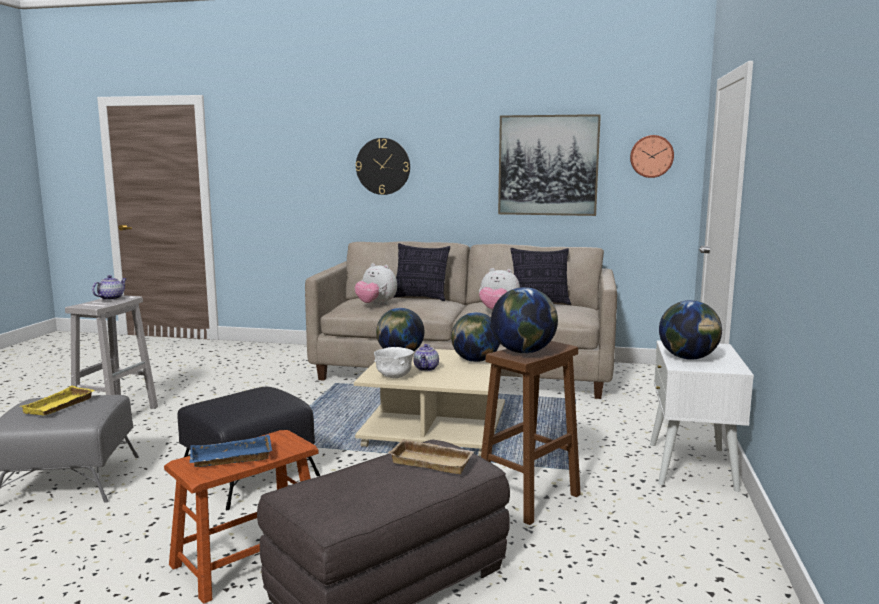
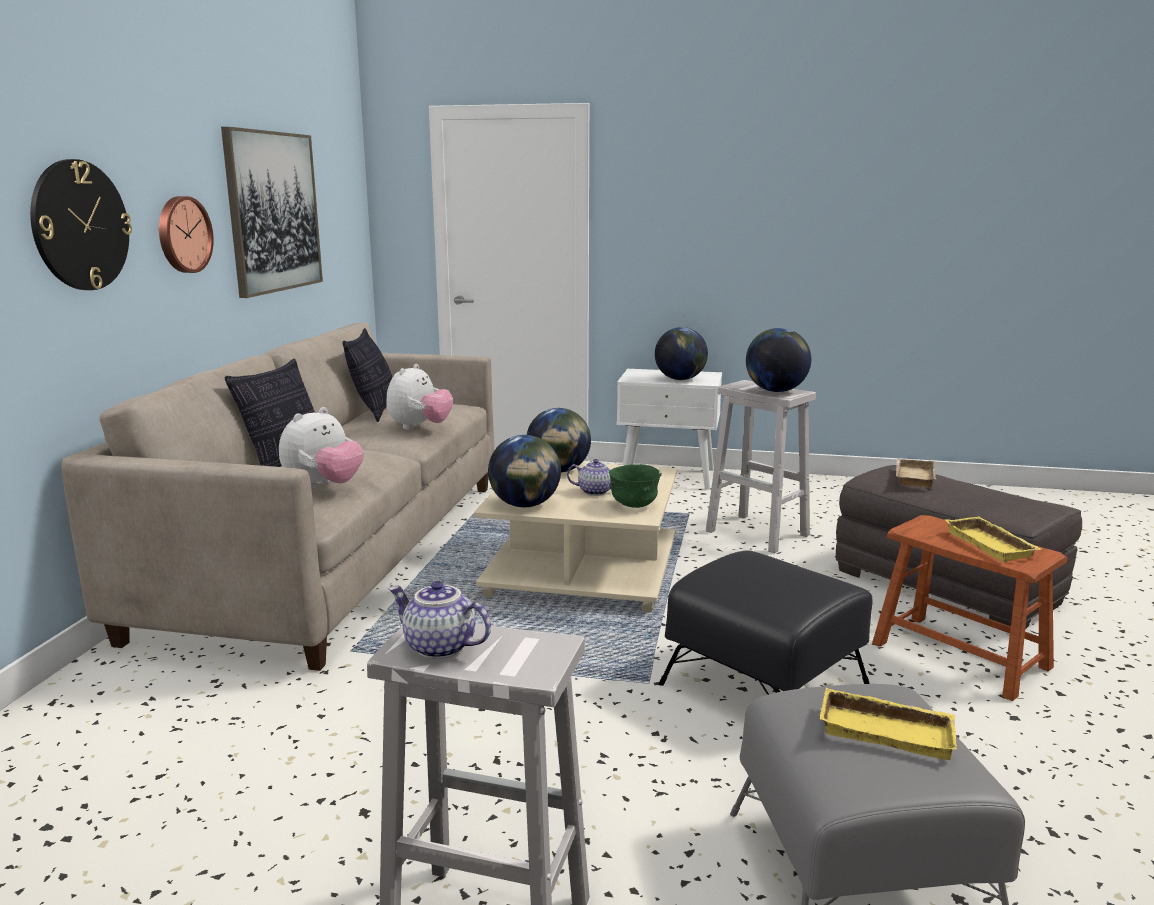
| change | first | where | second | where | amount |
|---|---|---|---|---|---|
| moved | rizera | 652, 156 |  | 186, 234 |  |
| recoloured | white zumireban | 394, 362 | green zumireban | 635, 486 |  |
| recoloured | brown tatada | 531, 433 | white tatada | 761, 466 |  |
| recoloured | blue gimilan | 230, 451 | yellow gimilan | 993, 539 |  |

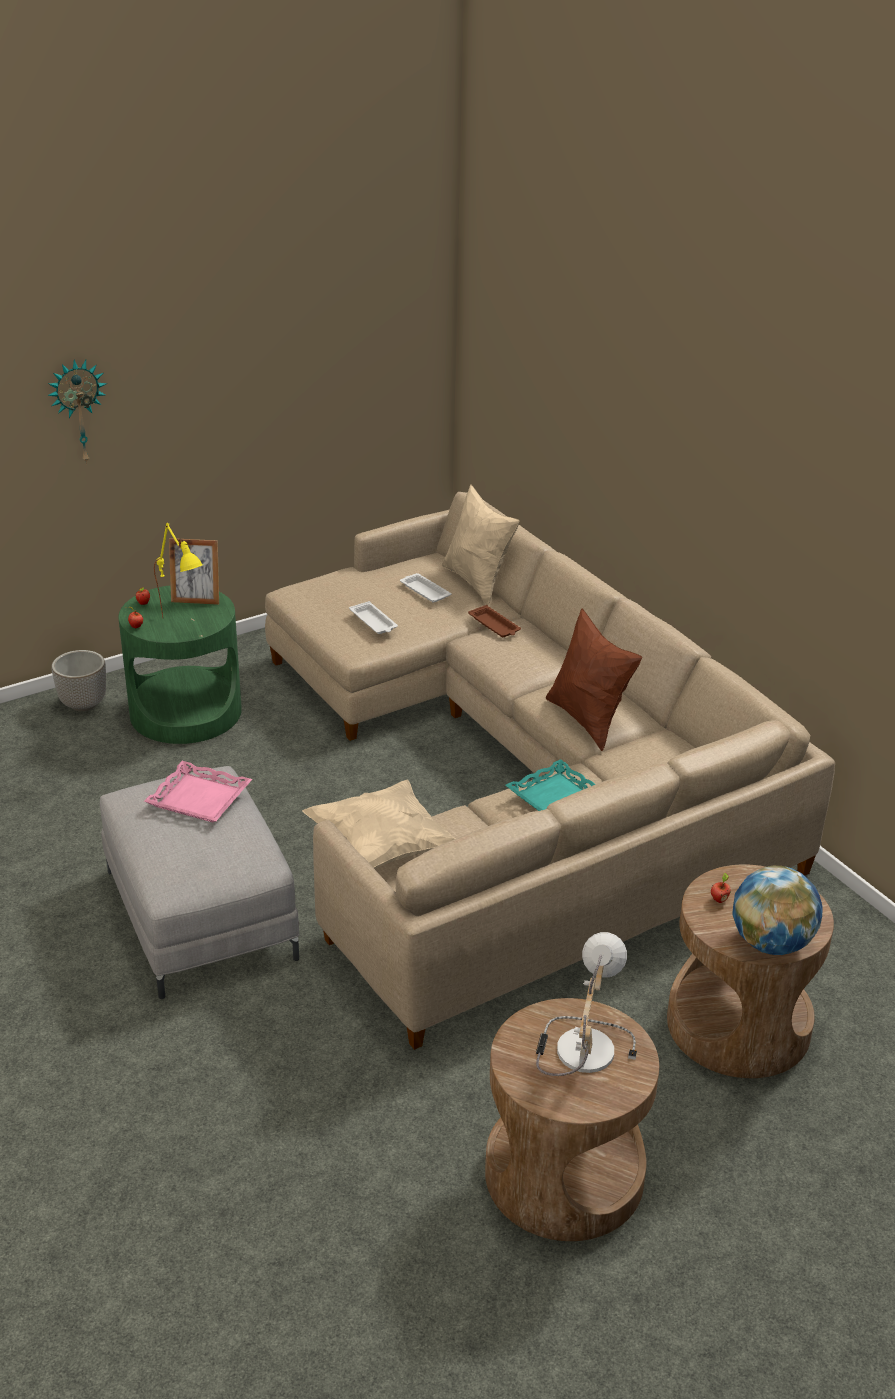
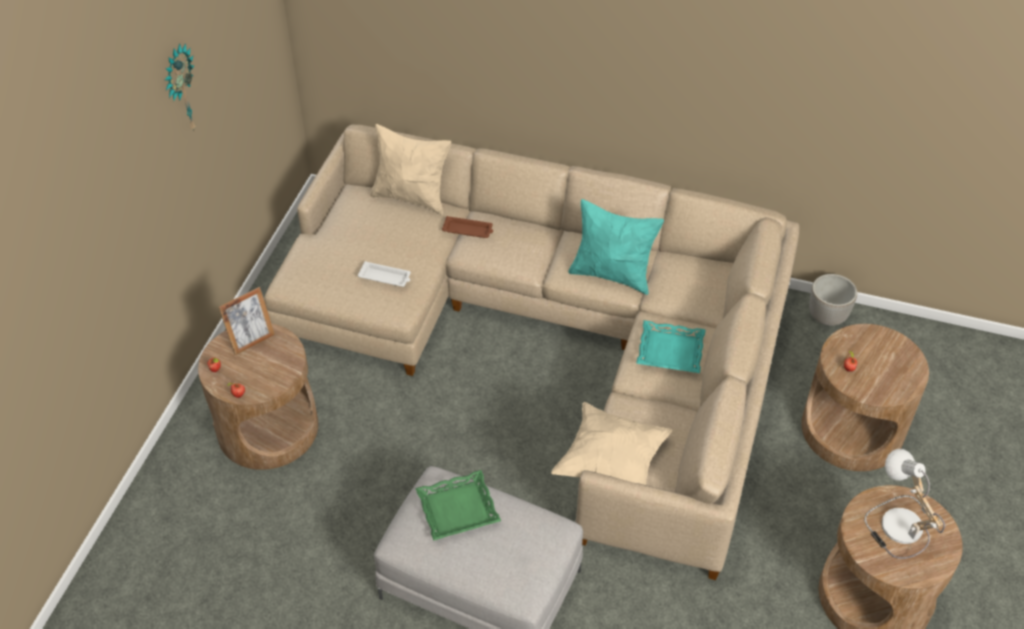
| change | first | where | second | where | amount |
|---|---|---|---|---|---|
| moved | rizera | 77, 412 |  | 180, 87 |  |
| recoloured | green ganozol | 180, 664 | brown ganozol | 258, 396 |  |
| recoloured | pink gimilan | 198, 792 | green gimilan | 458, 505 |  |
| recoloured | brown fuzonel | 594, 680 | turquoise fuzonel | 616, 247 |  |
| moved | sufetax | 79, 680 |  | 833, 300 |  |
| removed | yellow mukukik | 178, 570 |  |  |  |
| removed | white gimilan | 425, 587 |  |  |  |
| removed | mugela | 777, 910 |  |  |  |

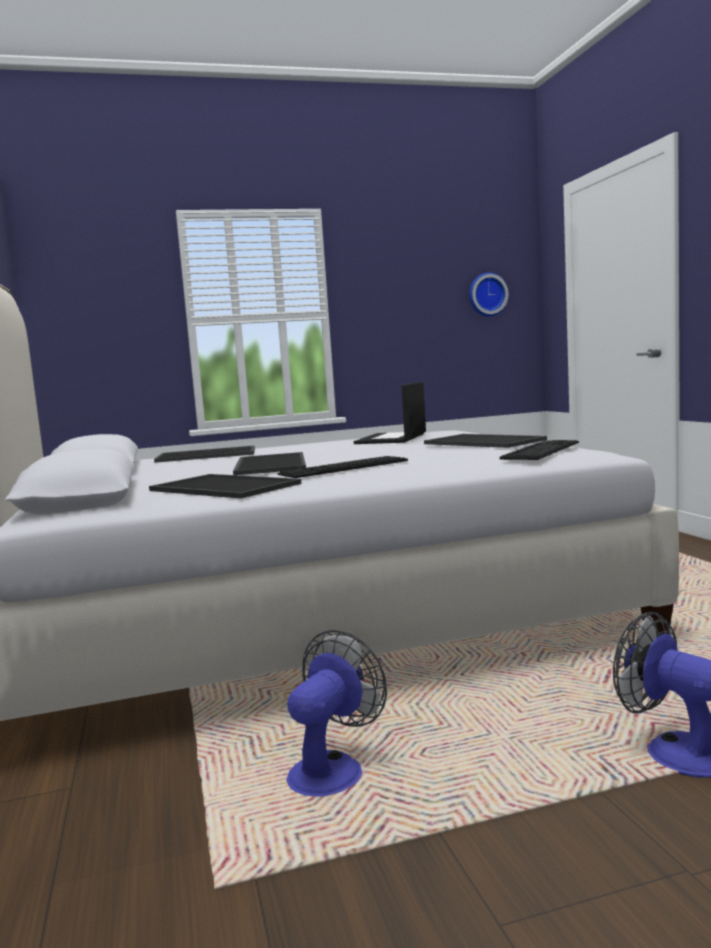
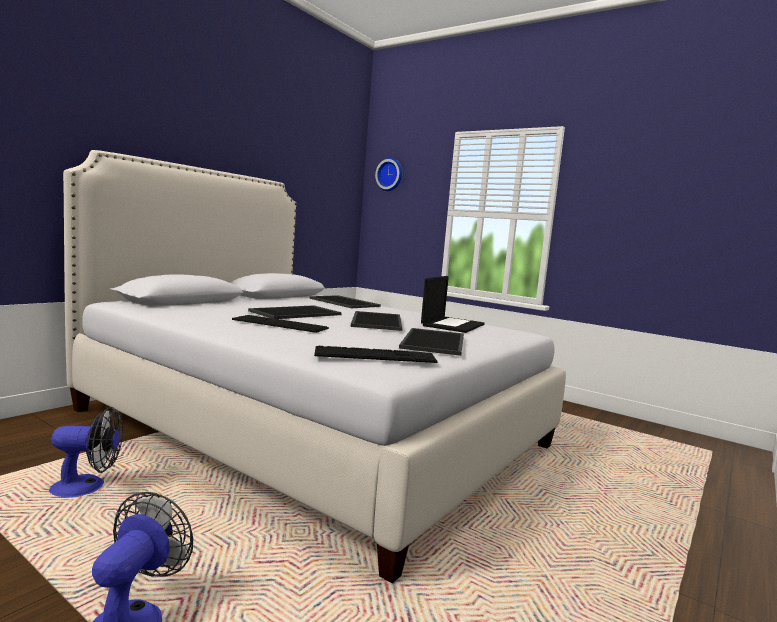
| change | first | where | second | where | amount |
|---|---|---|---|---|---|
| moved | gimilan | 225, 486 |  | 376, 321 |  |
| moved | rizera | 489, 294 |  | 388, 174 |  |
| turned | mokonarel | 390, 413 |  | 453, 304 | 135 degrees clockwise |

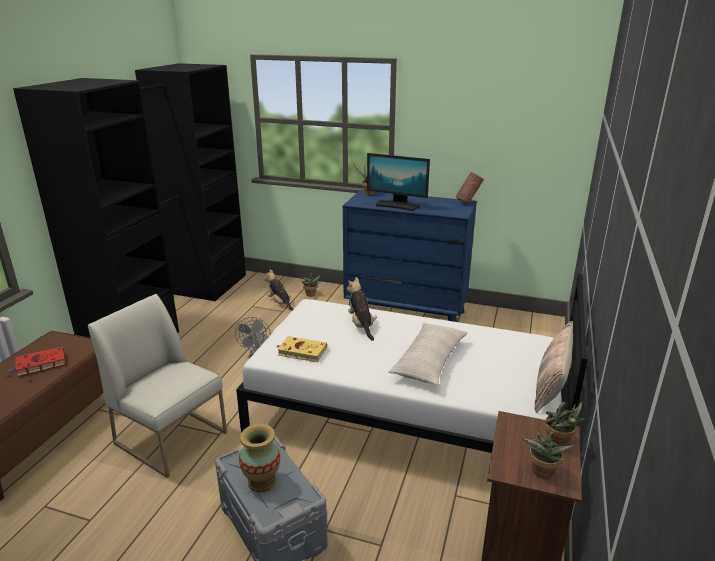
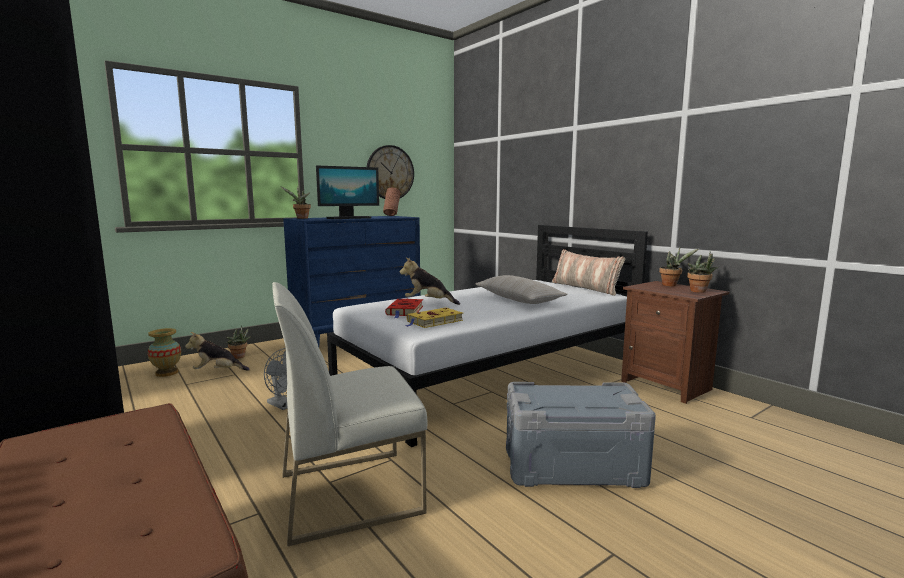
| change | first | where | second | where | amount |
|---|---|---|---|---|---|
| moved | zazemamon | 259, 458 |  | 164, 352 |  |
| added |  |  | rizera | 390, 172 |  |
| moved | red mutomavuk | 36, 362 |  | 404, 308 |  |

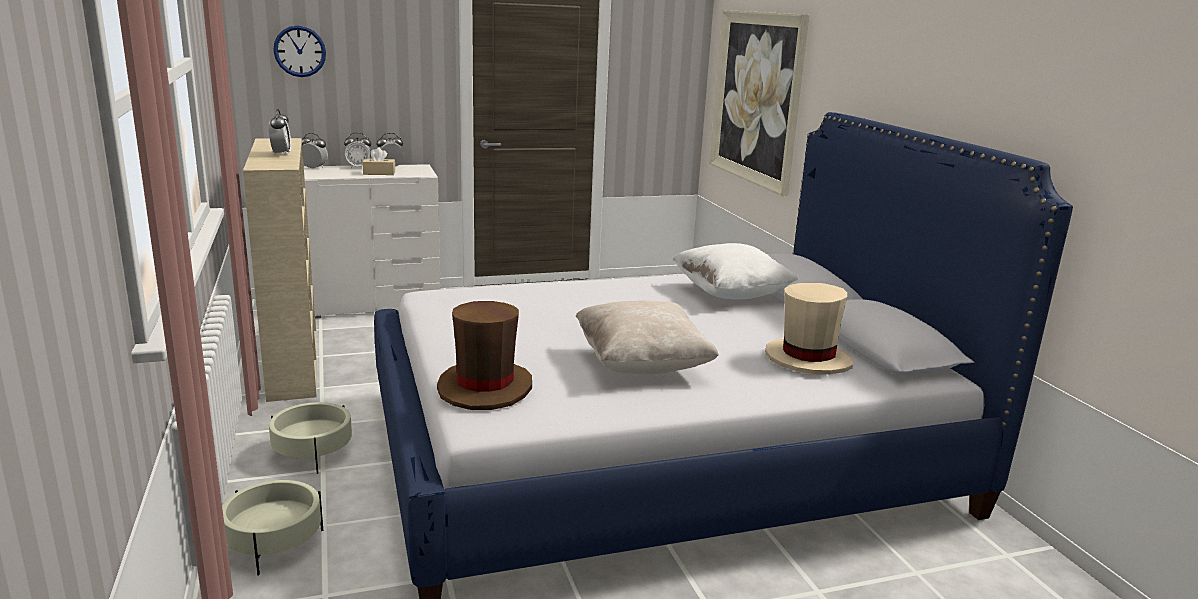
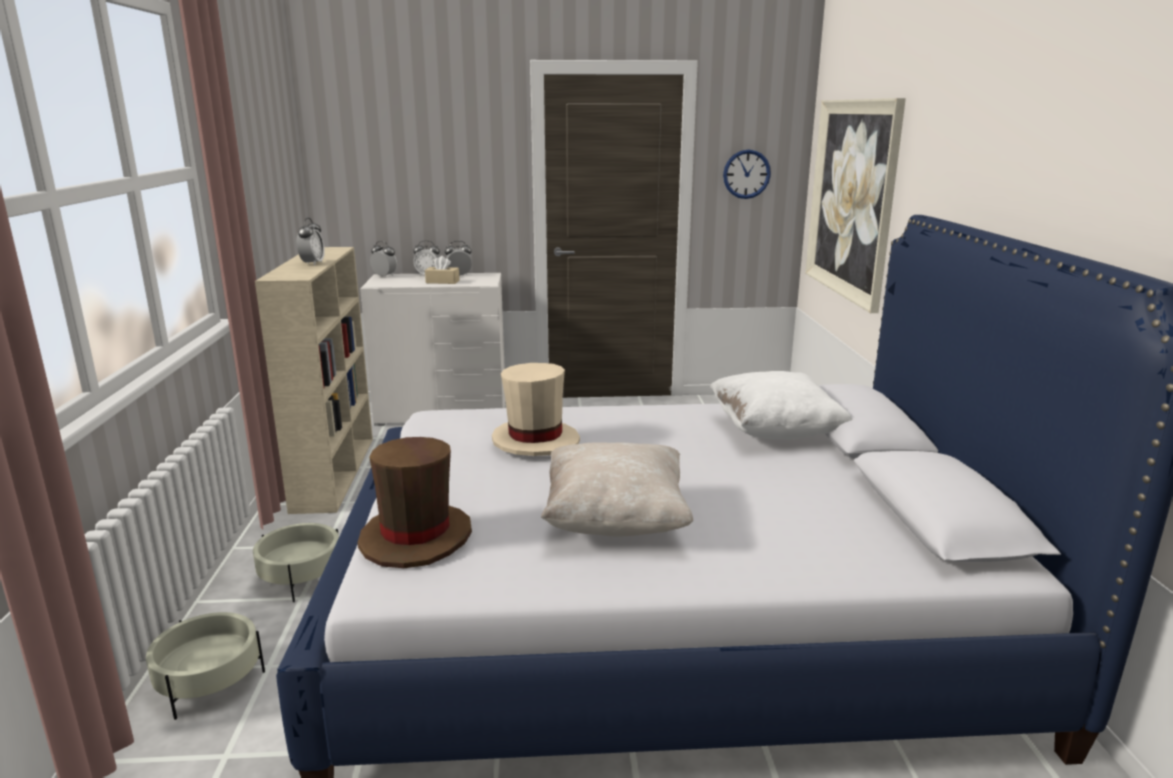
| change | first | where | second | where | amount |
|---|---|---|---|---|---|
| moved | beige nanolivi | 809, 328 |  | 536, 409 |  |
| moved | rizera | 299, 51 |  | 747, 174 |  |

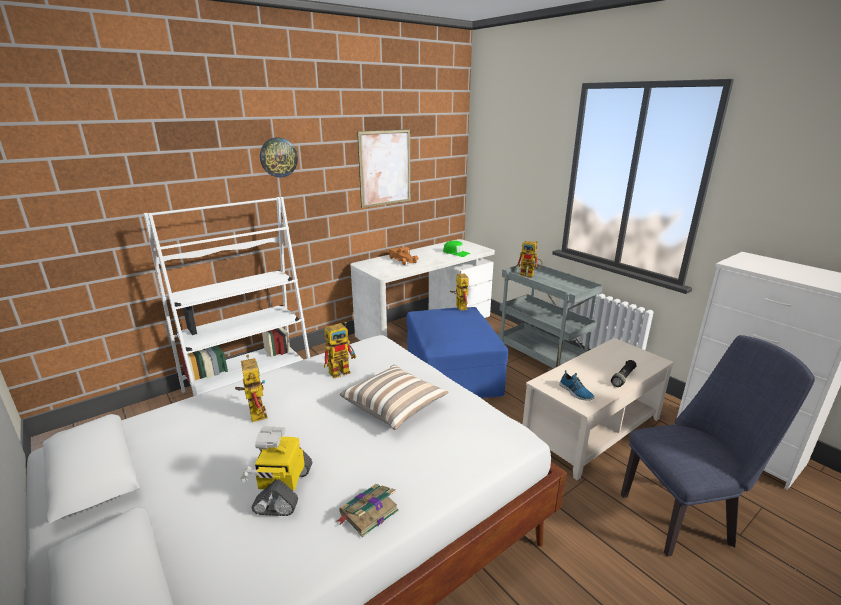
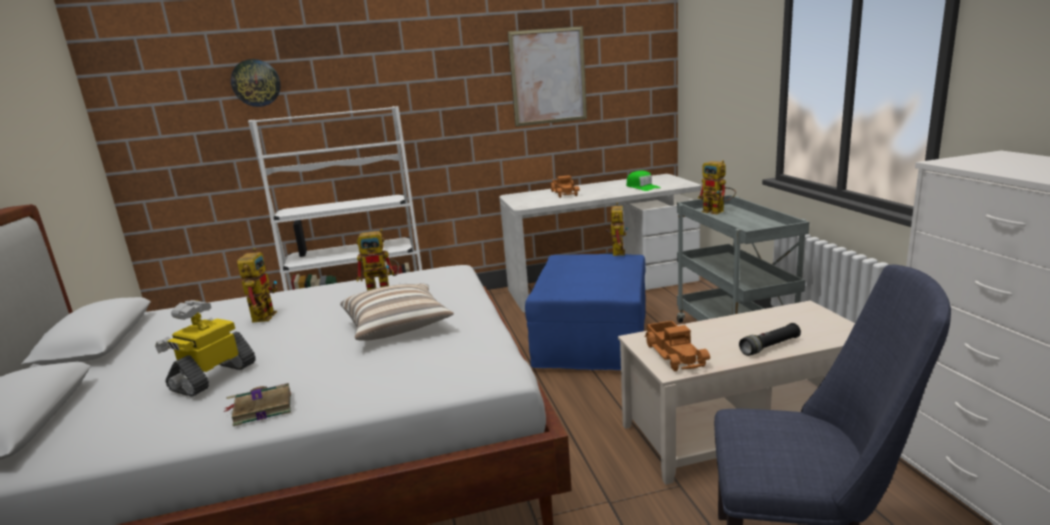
| change | first | where | second | where | amount |
|---|---|---|---|---|---|
| moved | rizera | 279, 157 |  | 256, 83 |  |
| replaced | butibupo | 577, 385 | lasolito | 677, 346 |  |

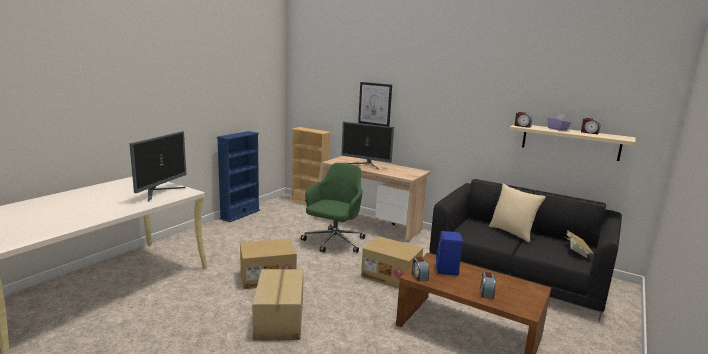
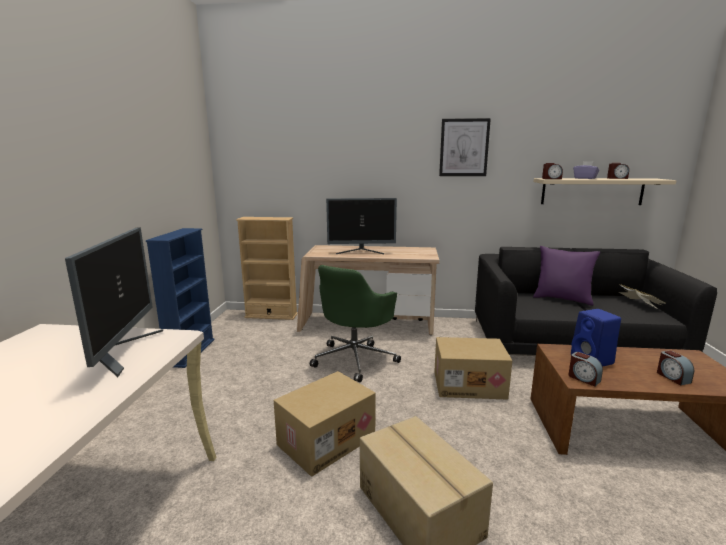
| change | first | where | second | where | amount |
|---|---|---|---|---|---|
| turned | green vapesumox | 333, 208 |  | 355, 323 | 150 degrees counterclockwise |
| moved | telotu | 375, 104 |  | 465, 147 |  |
| recoloured | beige fuzonel | 517, 213 | purple fuzonel | 566, 276 |  |

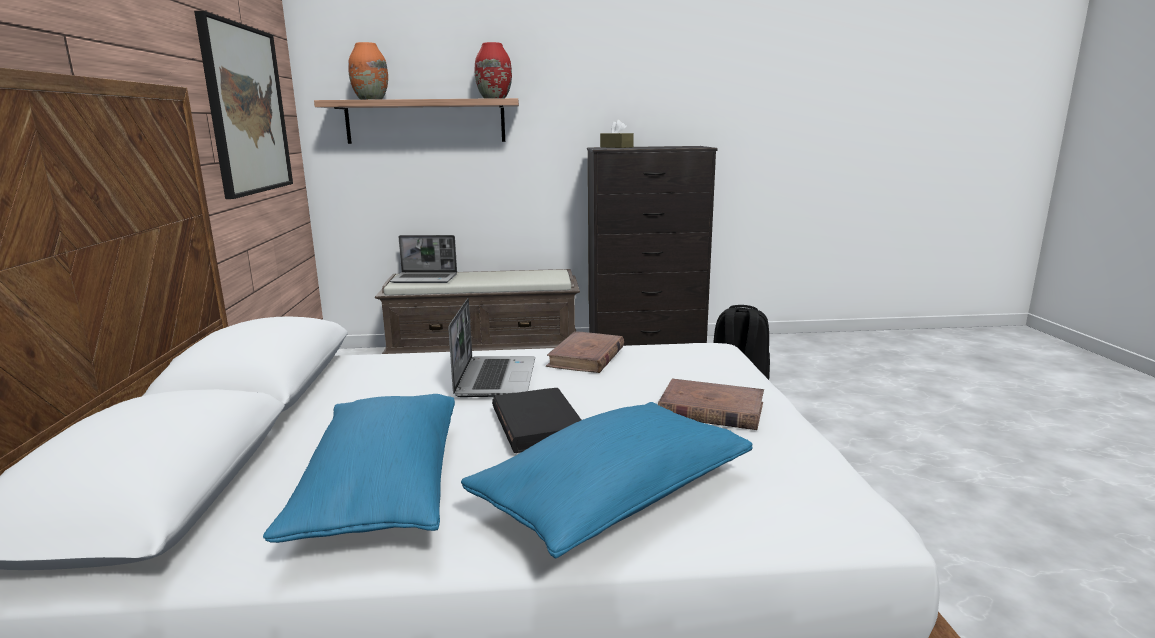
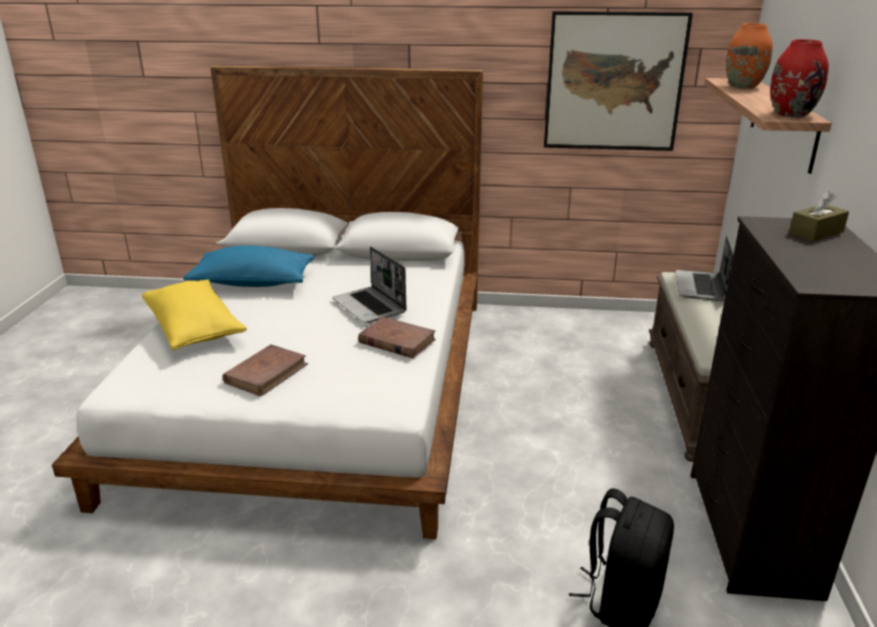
| change | first | where | second | where | amount |
|---|---|---|---|---|---|
| recoloured | blue fuzonel | 606, 480 | yellow fuzonel | 194, 315 |  |
| turned | mokonarel | 492, 347 |  | 369, 285 | 45 degrees clockwise |
| removed | black mutomavuk | 536, 420 |  |  |  |

